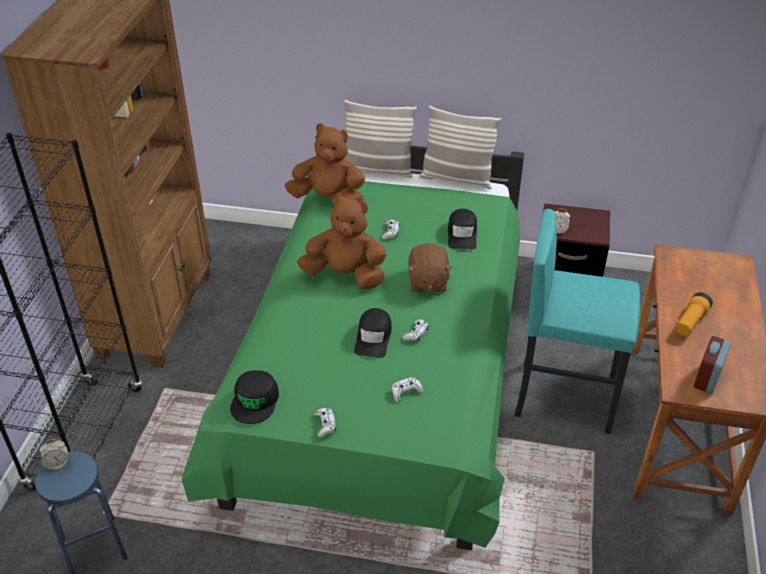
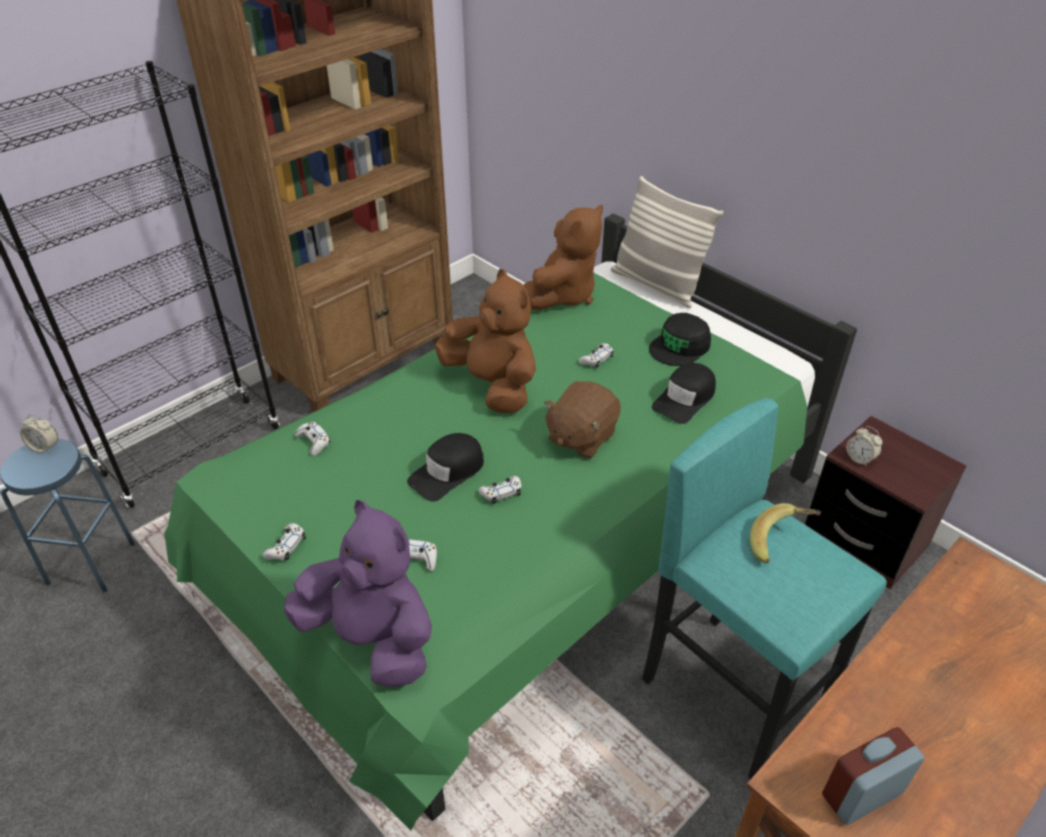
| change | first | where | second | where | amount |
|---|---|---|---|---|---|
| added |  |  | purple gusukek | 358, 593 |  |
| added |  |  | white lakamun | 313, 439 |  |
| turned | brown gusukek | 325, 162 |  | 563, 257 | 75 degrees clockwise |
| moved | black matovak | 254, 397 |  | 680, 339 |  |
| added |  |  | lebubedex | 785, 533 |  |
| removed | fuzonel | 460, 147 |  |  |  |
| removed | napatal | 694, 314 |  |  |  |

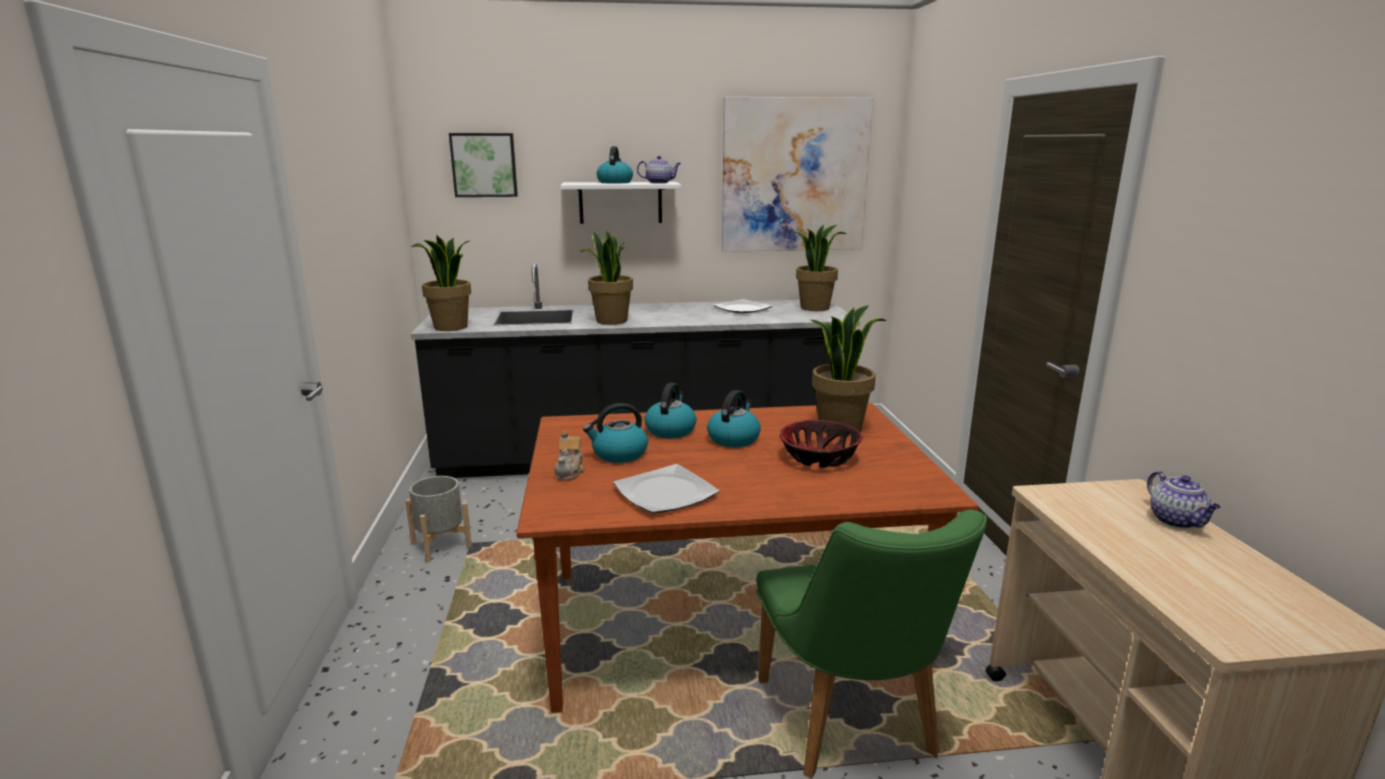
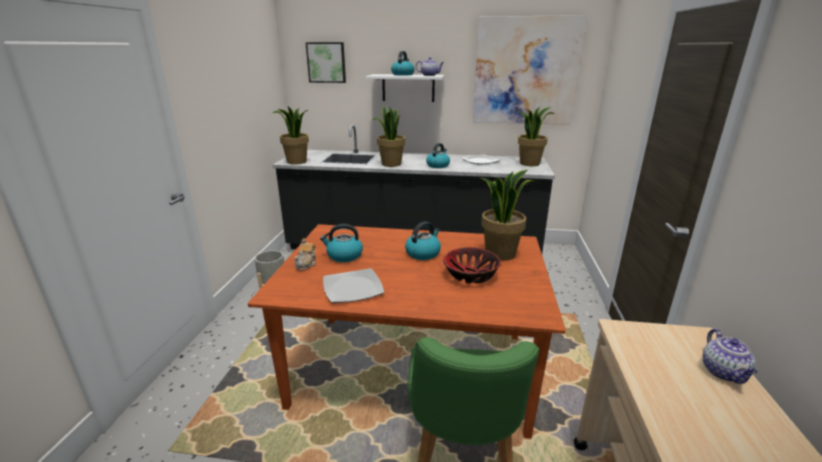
| change | first | where | second | where | amount |
|---|---|---|---|---|---|
| moved | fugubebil | 671, 410 |  | 438, 155 |  |

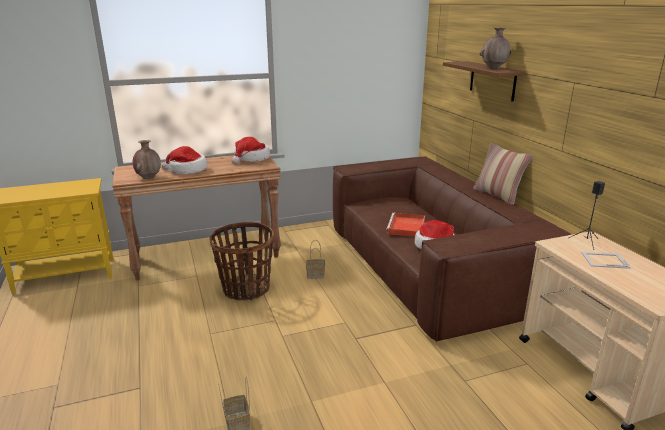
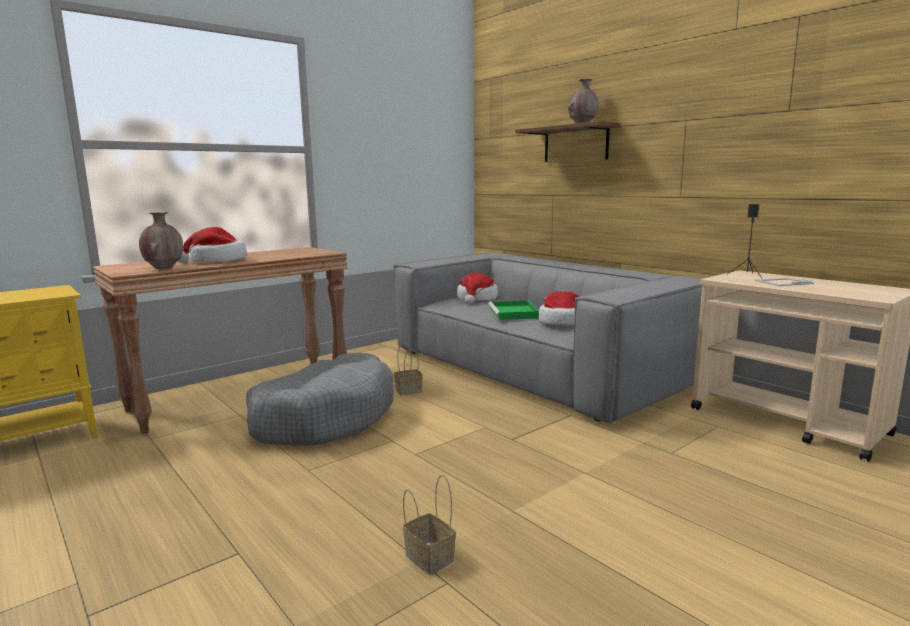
| change | first | where | second | where | amount |
|---|---|---|---|---|---|
| replaced | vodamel | 241, 261 | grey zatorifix | 320, 399 |  |
| recoloured | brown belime | 452, 249 | grey belime | 547, 338 |  |
| moved | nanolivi | 250, 150 |  | 477, 288 |  |
| recoloured | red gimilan | 405, 225 | green gimilan | 513, 310 |  |
| removed | fuzonel | 502, 174 |  |  |  |

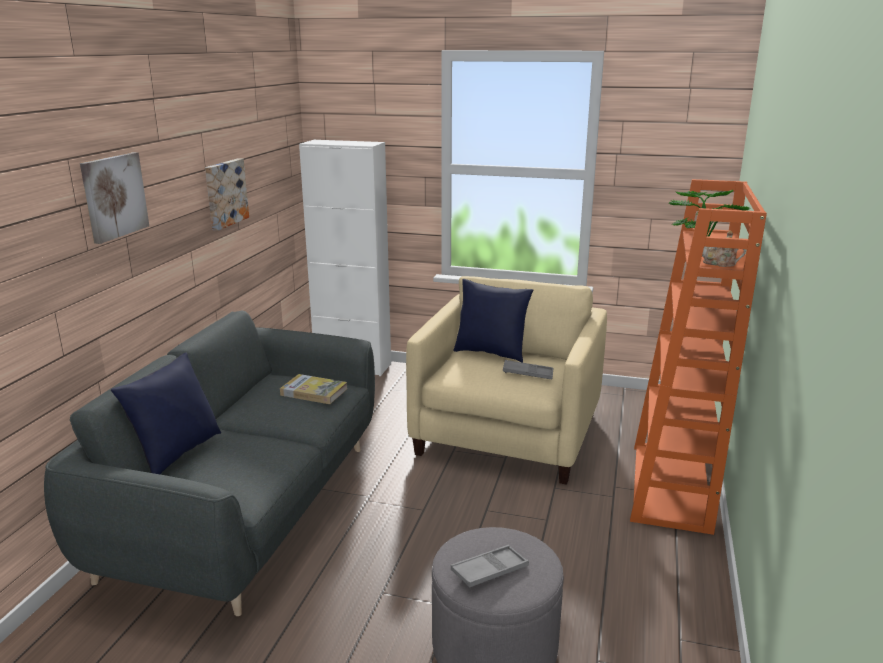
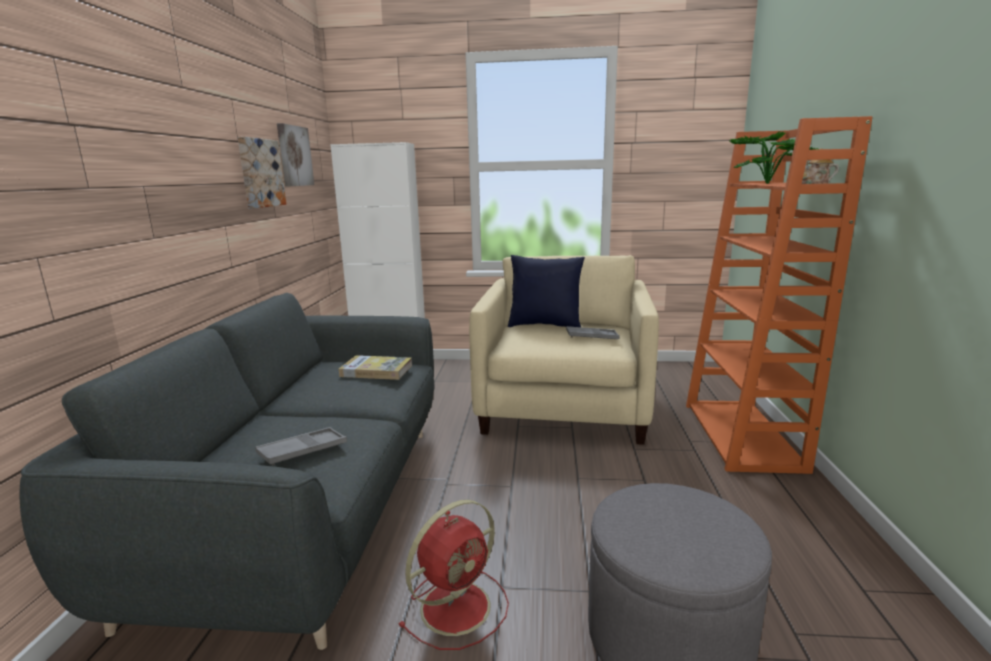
| change | first | where | second | where | amount |
|---|---|---|---|---|---|
| moved | grey gimilan | 490, 566 |  | 301, 446 |  |
| moved | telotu | 114, 198 |  | 295, 155 |  |
| added |  |  | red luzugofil | 453, 575 |  |
| removed | blue fuzonel | 166, 413 |  |  |  |

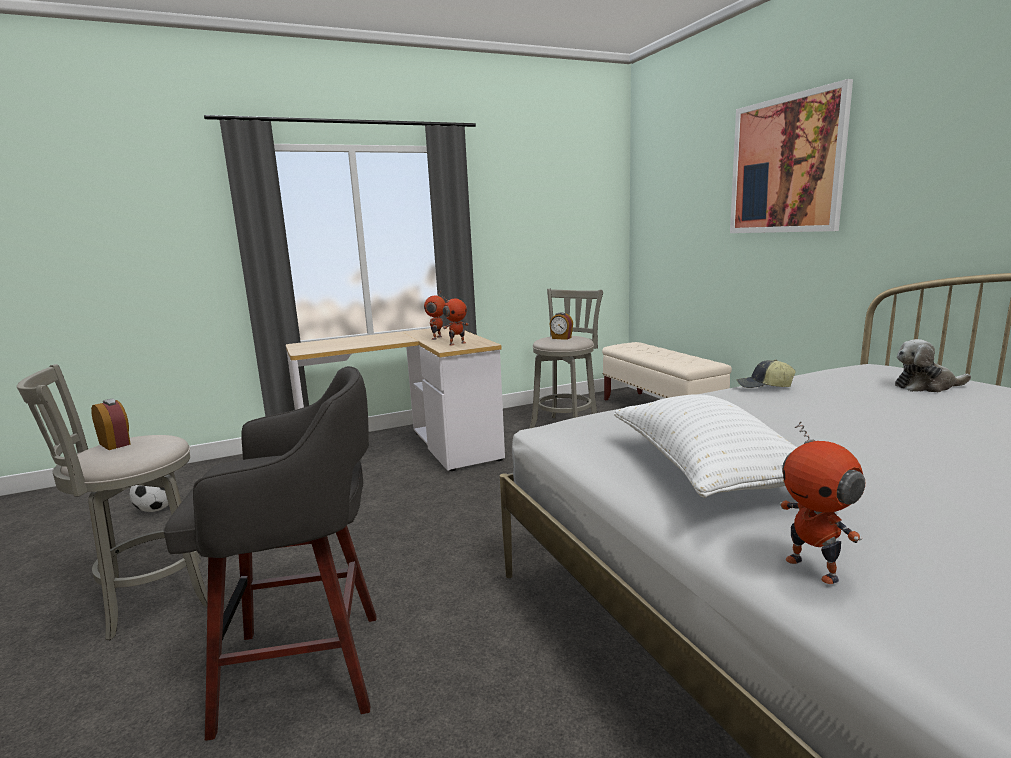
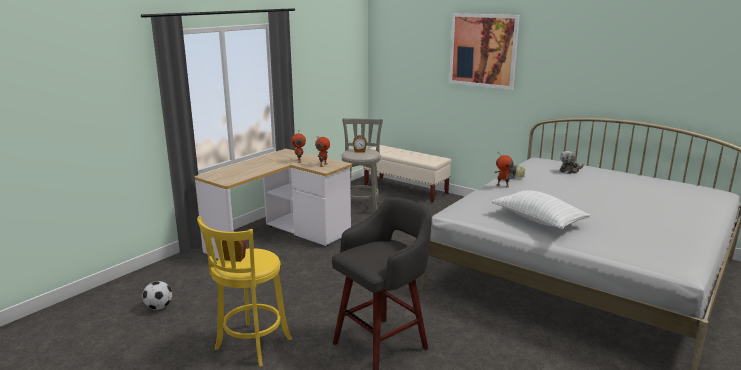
| change | first | where | second | where | amount |
|---|---|---|---|---|---|
| recoloured | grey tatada | 112, 502 | yellow tatada | 244, 291 |  |
| moved | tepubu | 822, 502 |  | 504, 169 |  |

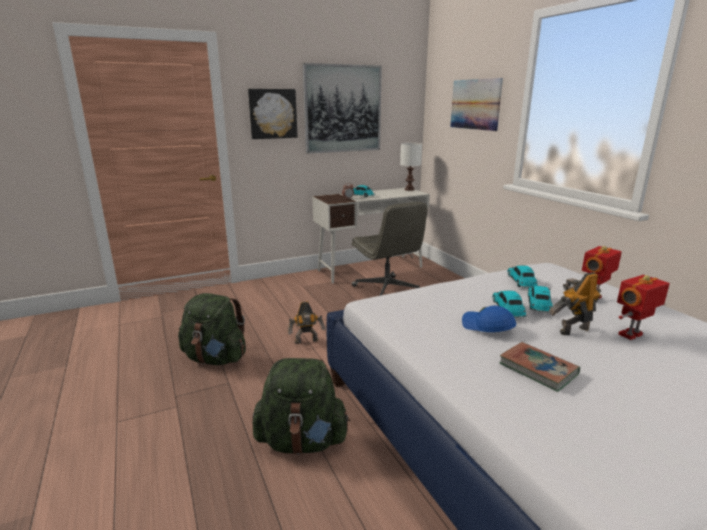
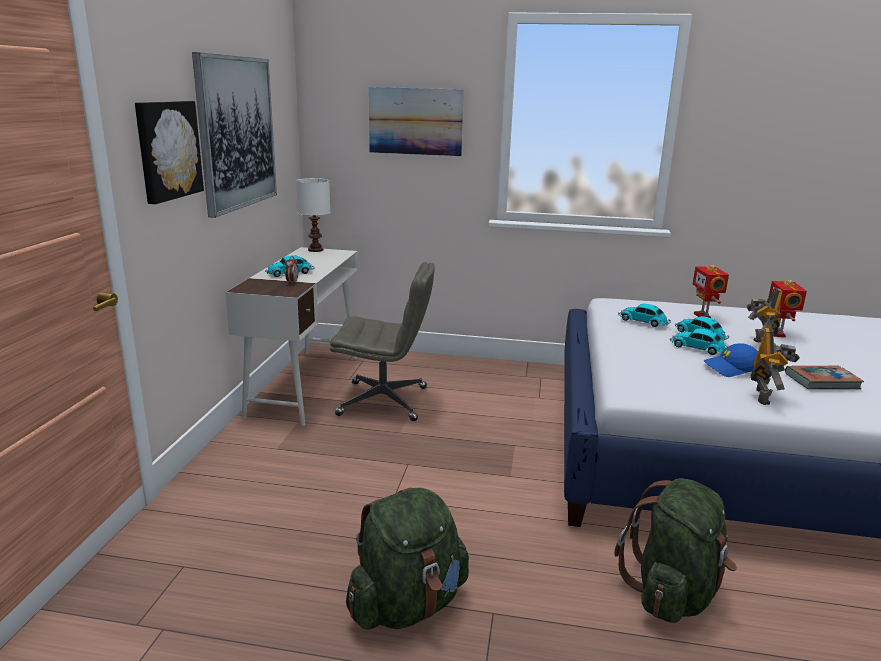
| change | first | where | second | where | amount |
|---|---|---|---|---|---|
| moved | tepubu | 306, 322 |  | 775, 366 |  |

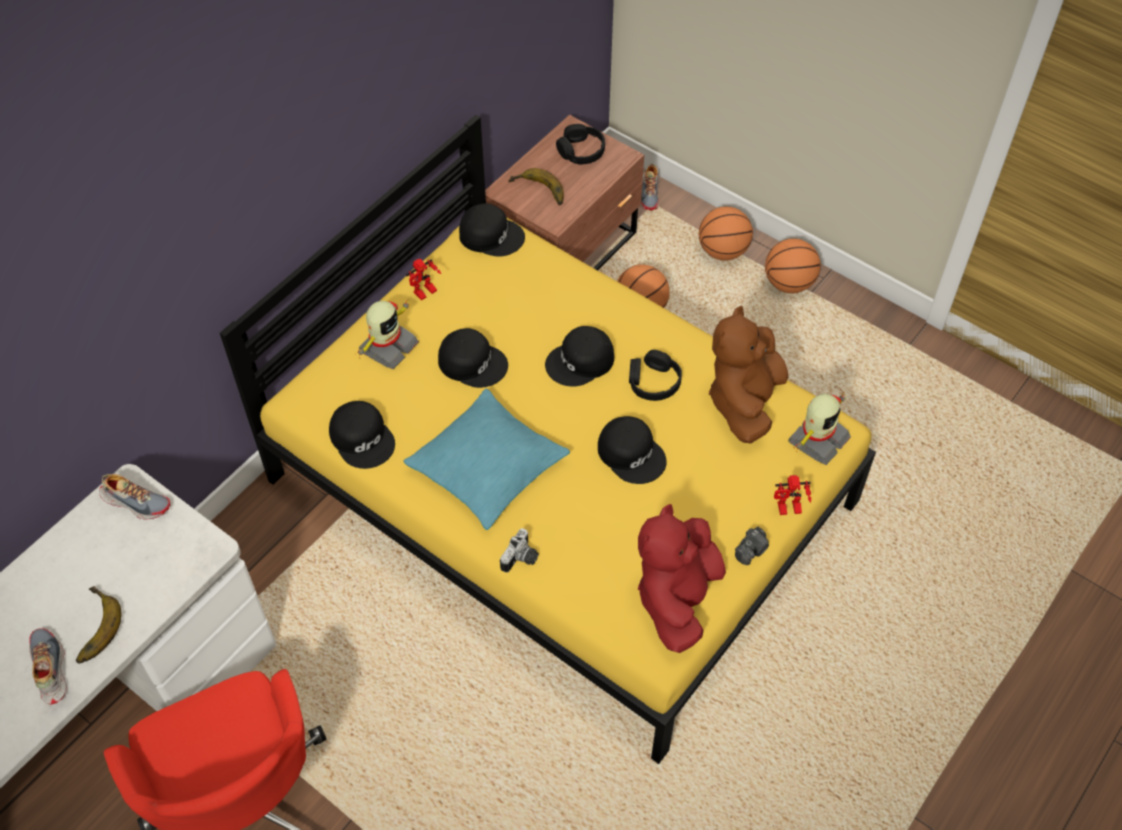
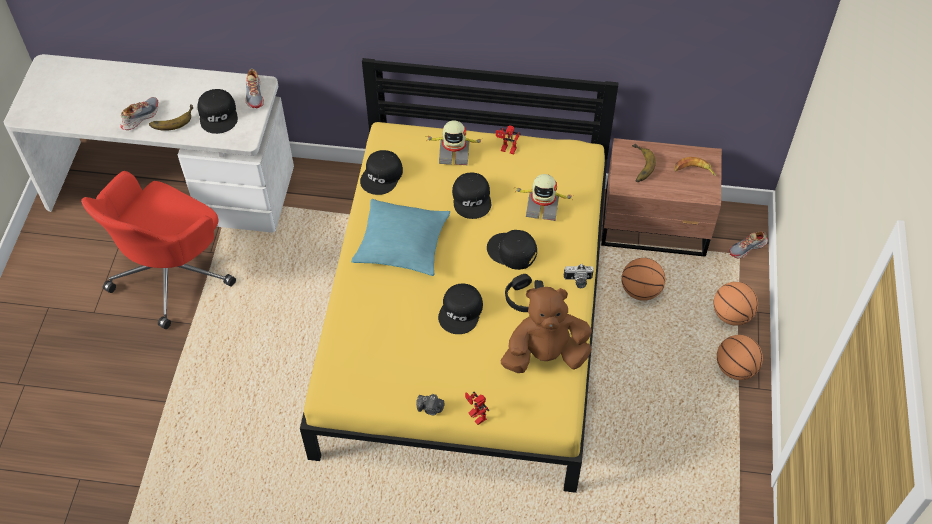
| change | first | where | second | where | amount |
|---|---|---|---|---|---|
| moved | black matovak | 492, 230 |  | 217, 111 |  |
| moved | tepubu | 819, 428 |  | 544, 197 |  |
| moved | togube | 519, 550 |  | 579, 276 |  |
| replaced | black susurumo | 580, 144 | lebubedex | 695, 166 |  |
| removed | red gusukek | 682, 578 |  |  |  |

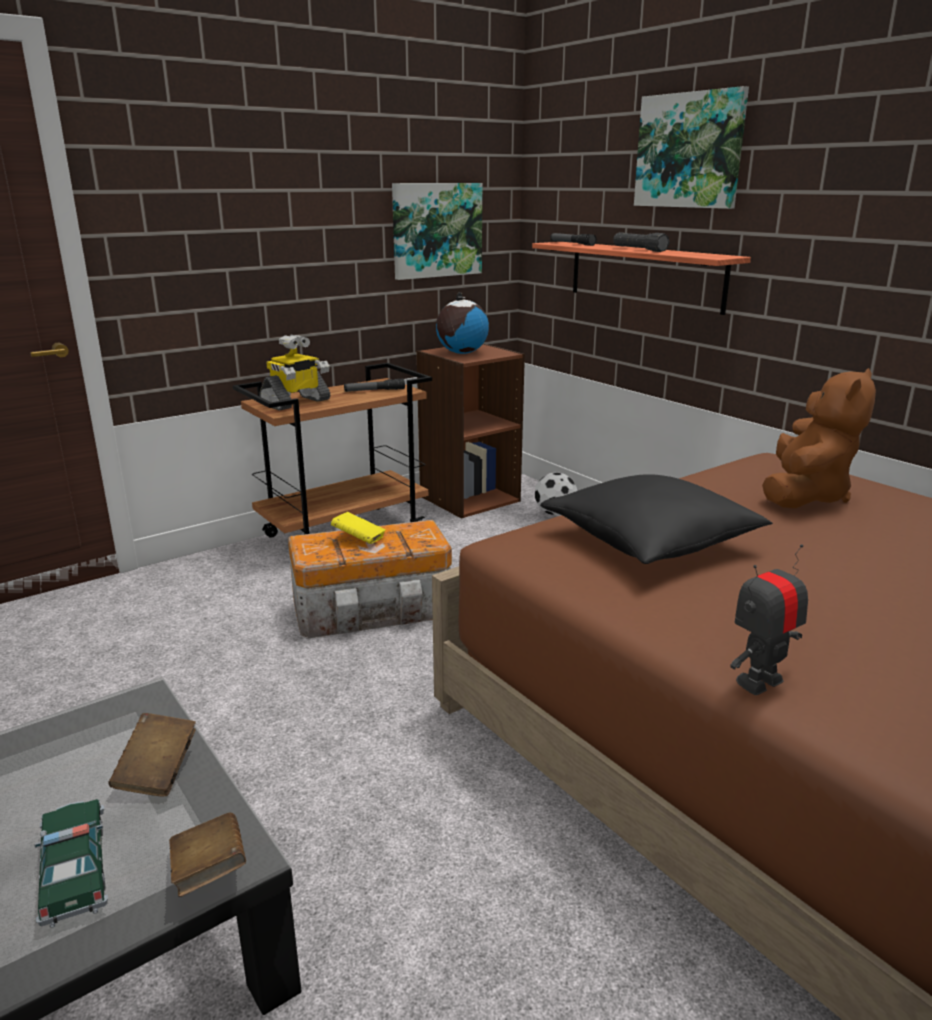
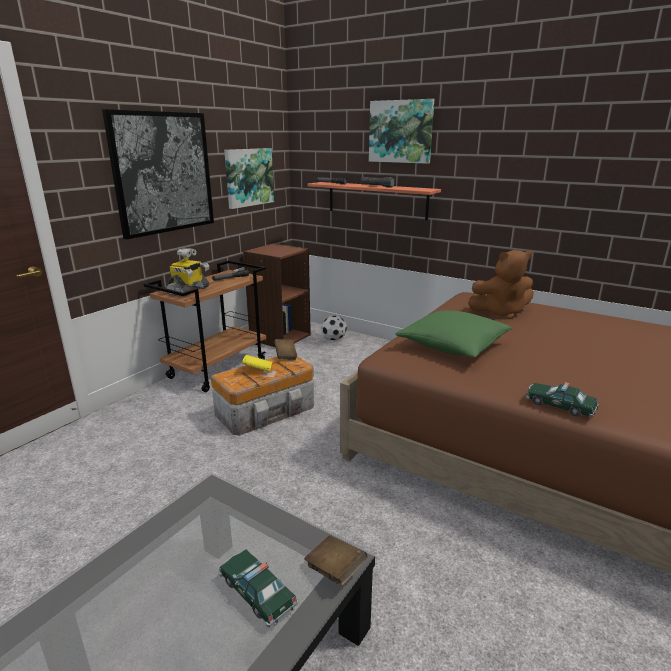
| change | first | where | second | where | amount |
|---|---|---|---|---|---|
| added |  |  | telotu | 158, 174 |  |
| moved | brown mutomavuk | 152, 754 |  | 285, 349 |  |
| recoloured | black fuzonel | 656, 519 | green fuzonel | 454, 334 |  |
| turned | brown gusukek | 819, 438 |  | 501, 284 | 75 degrees clockwise |
| replaced | tepubu | 769, 619 | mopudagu | 562, 399 |  |
| removed | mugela | 462, 323 |  |  |  |

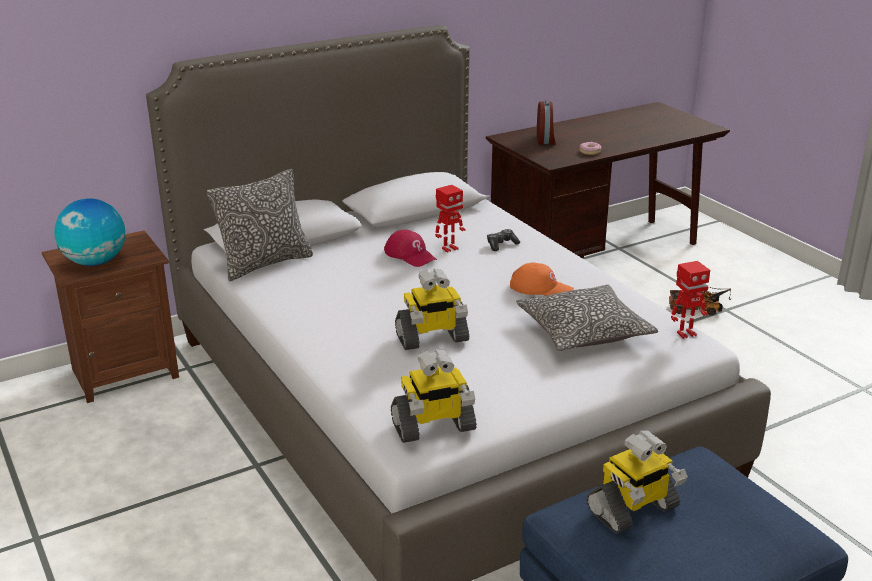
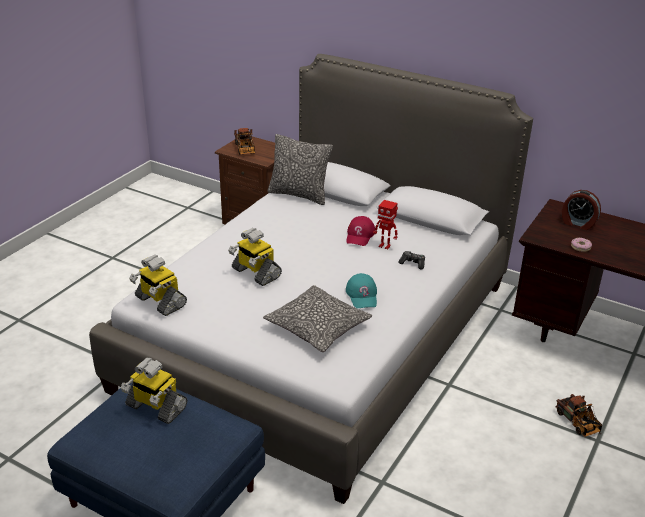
| change | first | where | second | where | amount |
|---|---|---|---|---|---|
| replaced | mugela | 90, 232 | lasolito | 245, 141 |  |
| recoloured | orange matovak | 542, 279 | turquoise matovak | 361, 290 |  |
| turned | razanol | 546, 122 |  | 581, 210 | 60 degrees clockwise |
| removed | tepubu | 690, 300 |  |  |  |

